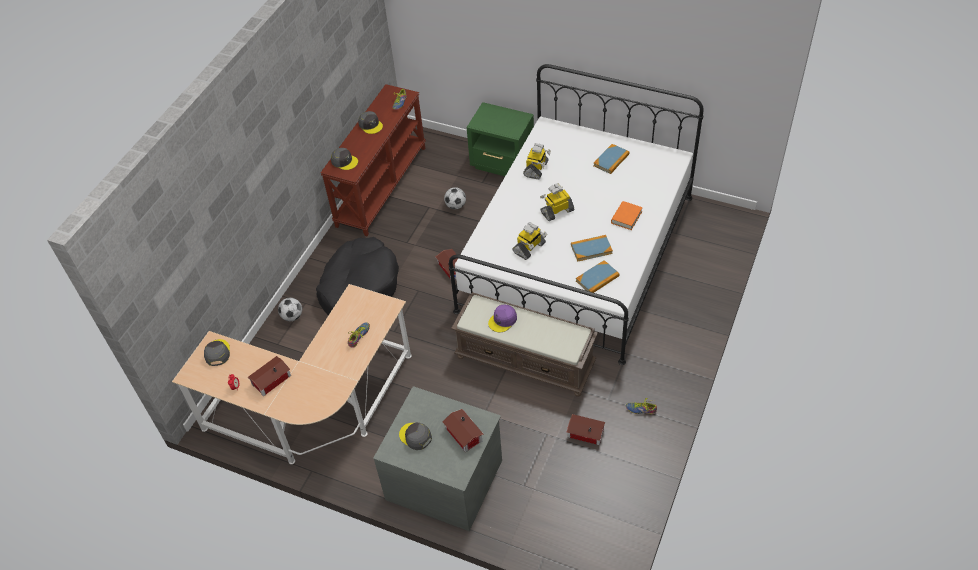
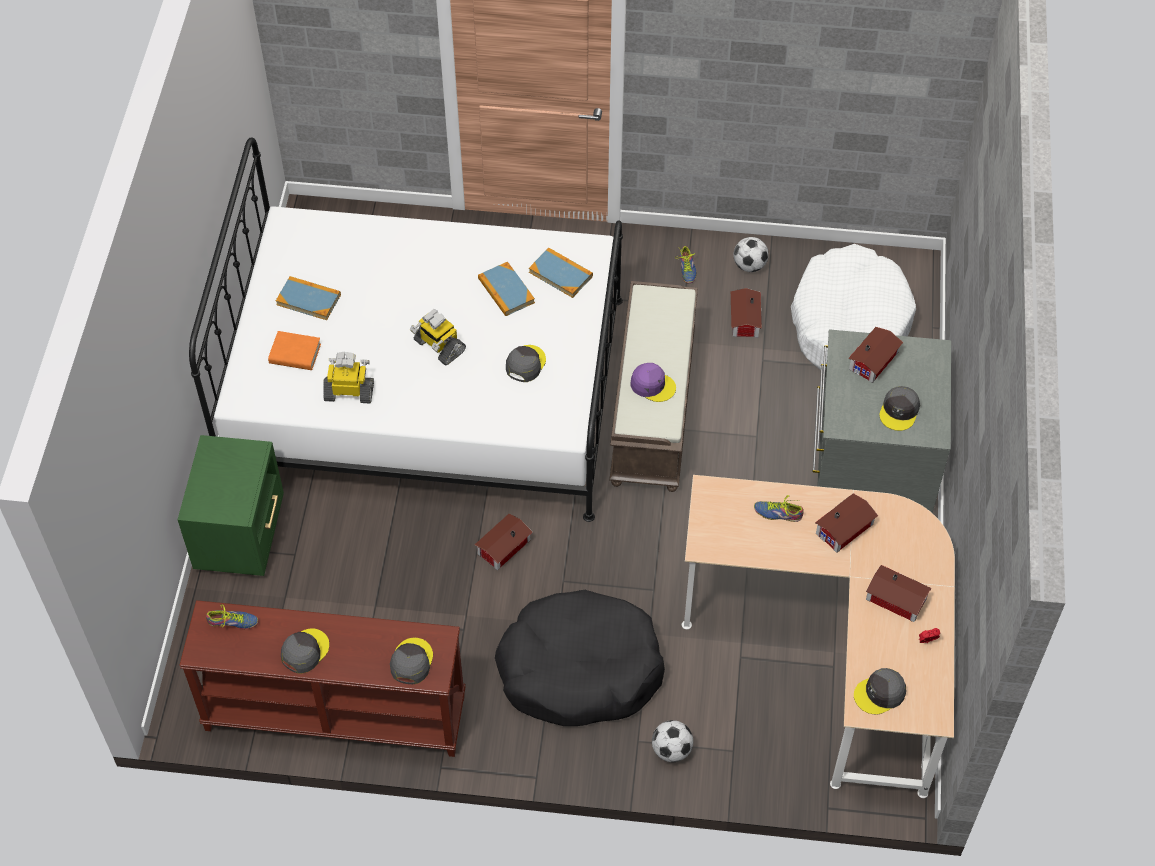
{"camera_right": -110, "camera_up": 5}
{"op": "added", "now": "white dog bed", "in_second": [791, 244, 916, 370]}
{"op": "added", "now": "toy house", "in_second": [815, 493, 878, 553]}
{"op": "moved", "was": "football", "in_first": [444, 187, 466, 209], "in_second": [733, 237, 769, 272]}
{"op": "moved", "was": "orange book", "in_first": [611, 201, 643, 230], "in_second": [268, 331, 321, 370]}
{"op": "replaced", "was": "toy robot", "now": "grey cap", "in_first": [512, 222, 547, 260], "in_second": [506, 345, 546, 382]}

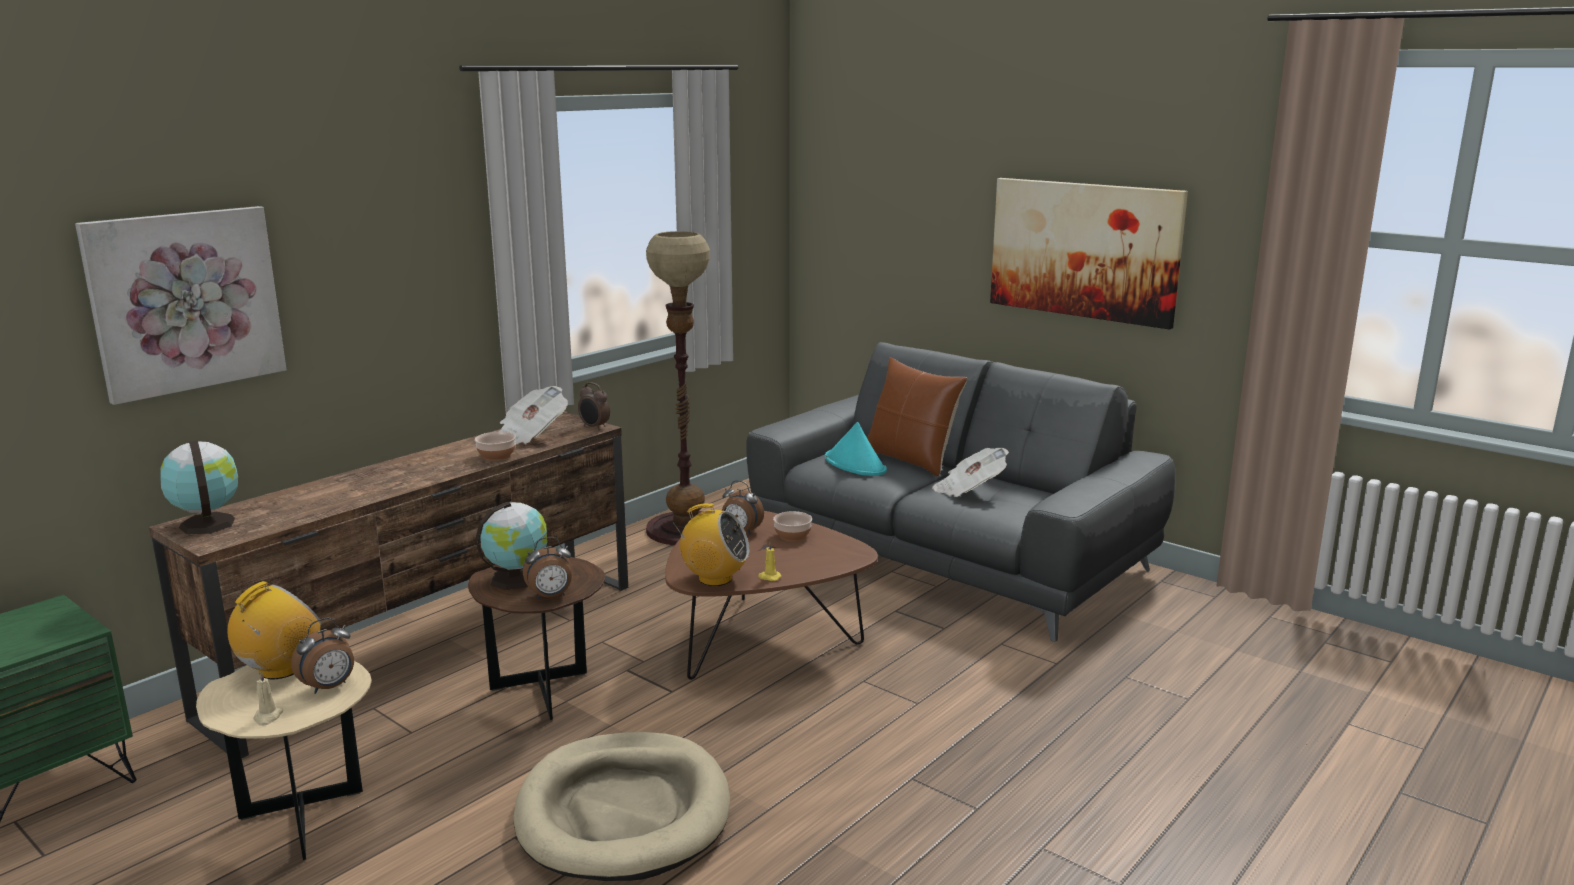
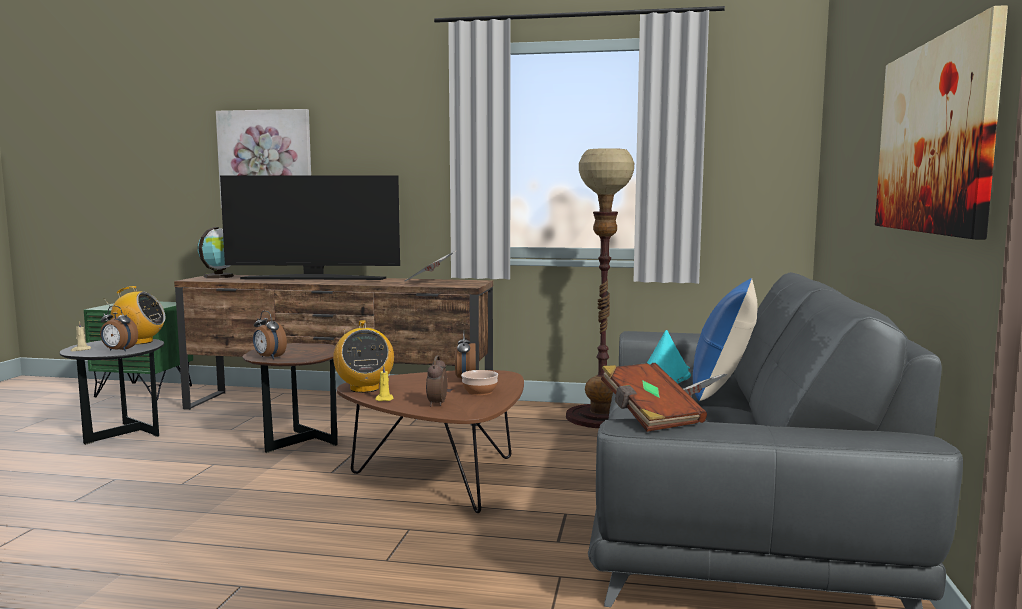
{"camera_right": 60, "camera_up": -10}
{"op": "removed", "was": "bowl", "in_first": [475, 432, 516, 461]}
{"op": "removed", "was": "globe", "in_first": [475, 501, 547, 590]}
{"op": "removed", "was": "beige dog bed", "in_first": [514, 732, 730, 881]}
{"op": "added", "now": "television", "in_second": [220, 176, 400, 280]}
{"op": "added", "now": "brown book", "in_second": [601, 363, 707, 432]}
{"op": "moved", "was": "alarm clock", "in_first": [578, 382, 610, 430], "in_second": [426, 355, 447, 407]}
{"op": "recoloured", "was": "beige side table", "now": "black side table", "in_first": [196, 661, 372, 861], "in_second": [60, 339, 164, 445]}
{"op": "recoloured", "was": "brown pillow", "now": "blue pillow", "in_first": [867, 357, 967, 476], "in_second": [693, 278, 758, 401]}

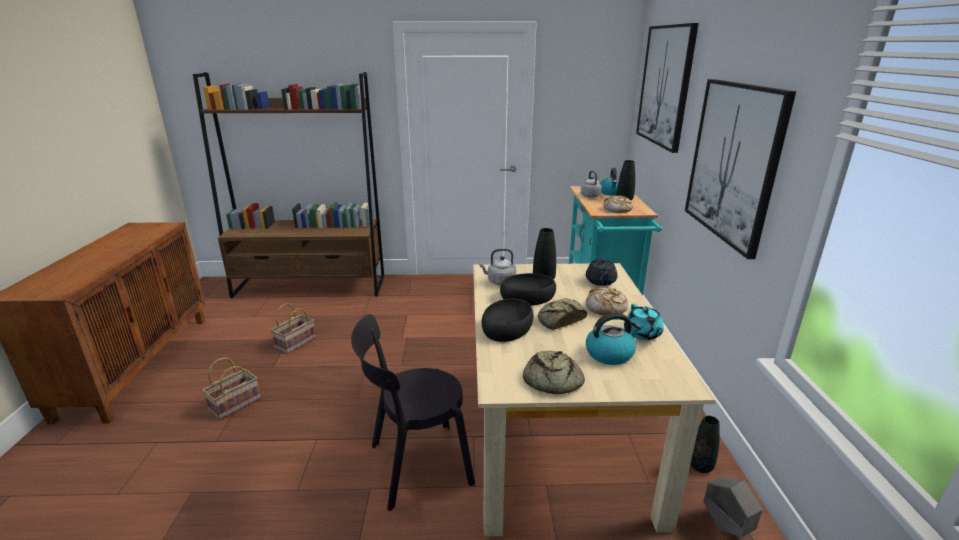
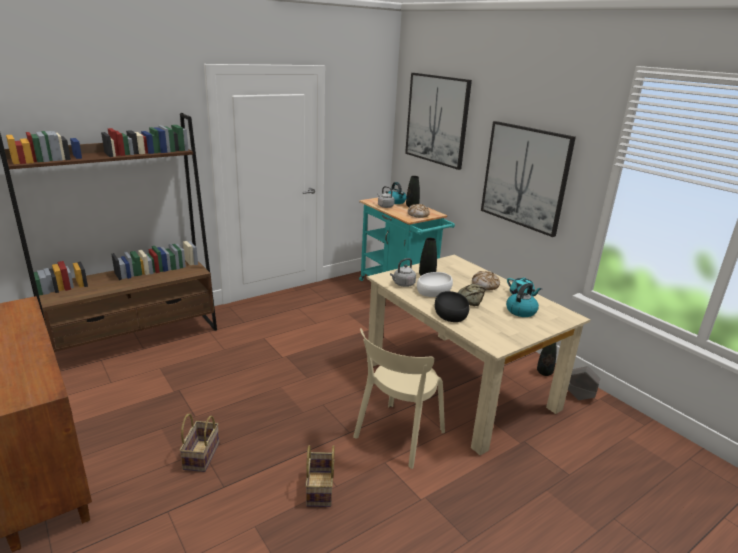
{"camera_right": -35, "camera_up": 0}
{"op": "removed", "was": "bread", "in_first": [523, 351, 585, 394]}
{"op": "removed", "was": "black teapot", "in_first": [586, 258, 617, 286]}
{"op": "moved", "was": "basket", "in_first": [271, 303, 316, 354], "in_second": [305, 445, 335, 507]}
{"op": "recoloured", "was": "black chair", "now": "beige chair", "in_first": [351, 314, 475, 511], "in_second": [353, 328, 445, 469]}
{"op": "recoloured", "was": "black bowl", "now": "white bowl", "in_first": [500, 273, 556, 305], "in_second": [417, 272, 453, 297]}

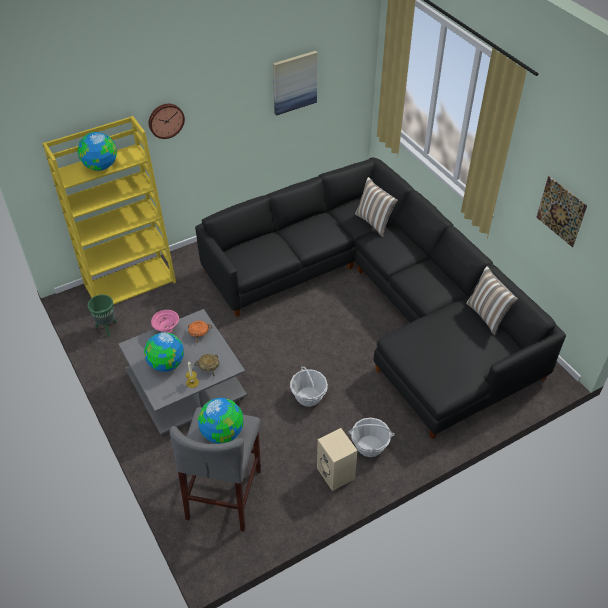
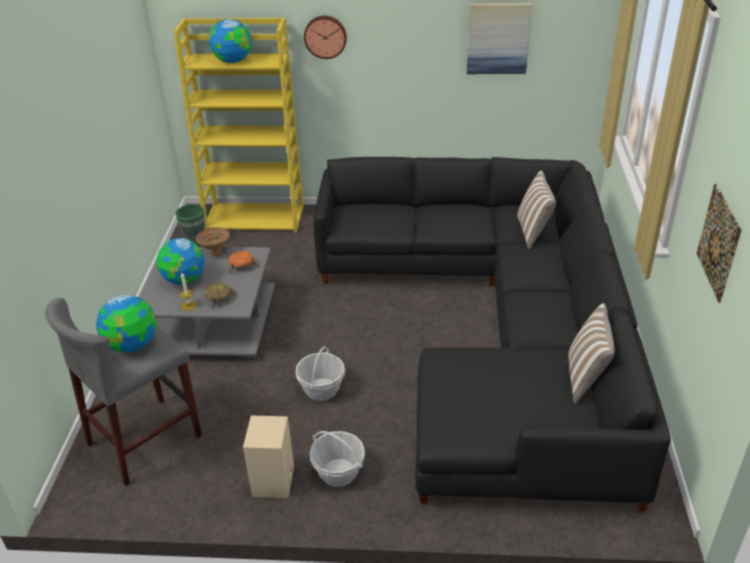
{"camera_right": 35, "camera_up": -10}
{"op": "recoloured", "was": "pink bowl", "now": "brown bowl", "in_first": [151, 310, 179, 333], "in_second": [196, 227, 230, 256]}

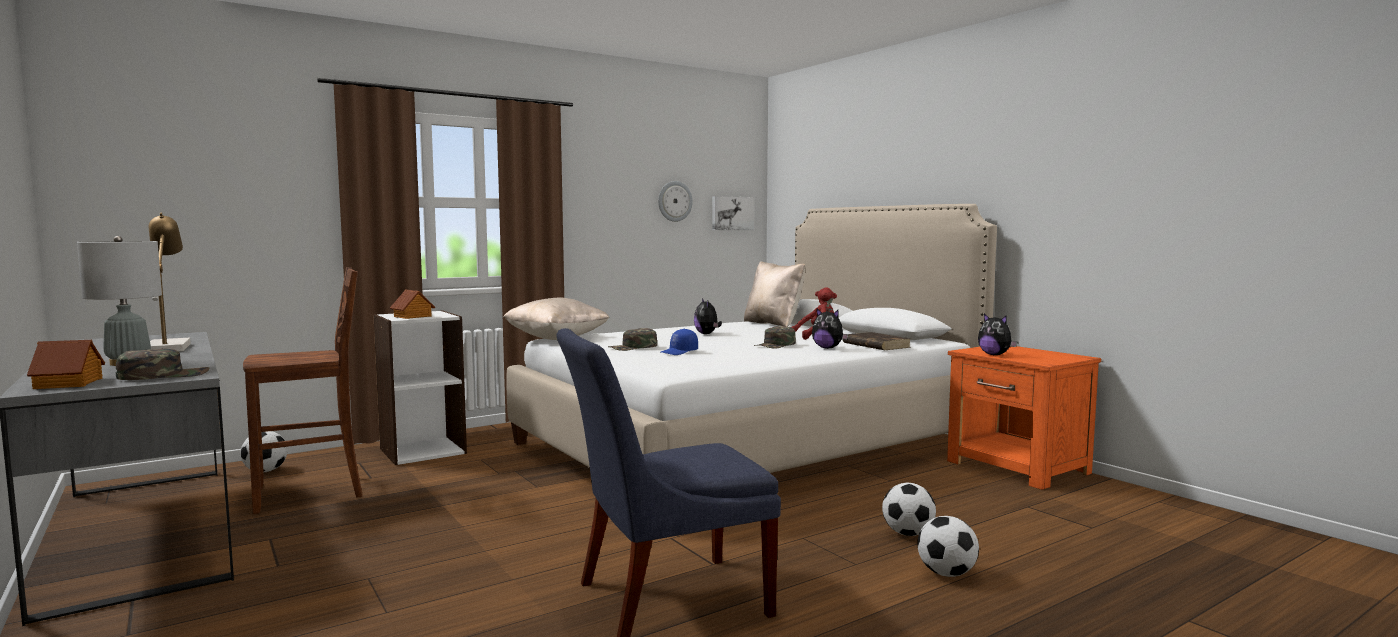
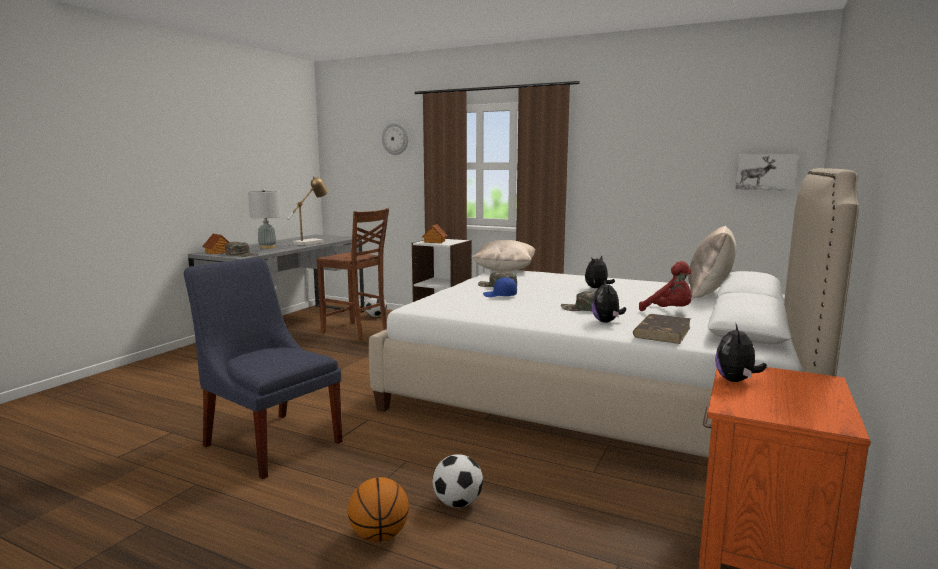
{"camera_right": 60, "camera_up": 5}
{"op": "moved", "was": "wall clock", "in_first": [658, 181, 693, 222], "in_second": [382, 123, 408, 155]}
{"op": "replaced", "was": "football", "now": "basketball", "in_first": [917, 516, 979, 577], "in_second": [348, 477, 409, 542]}

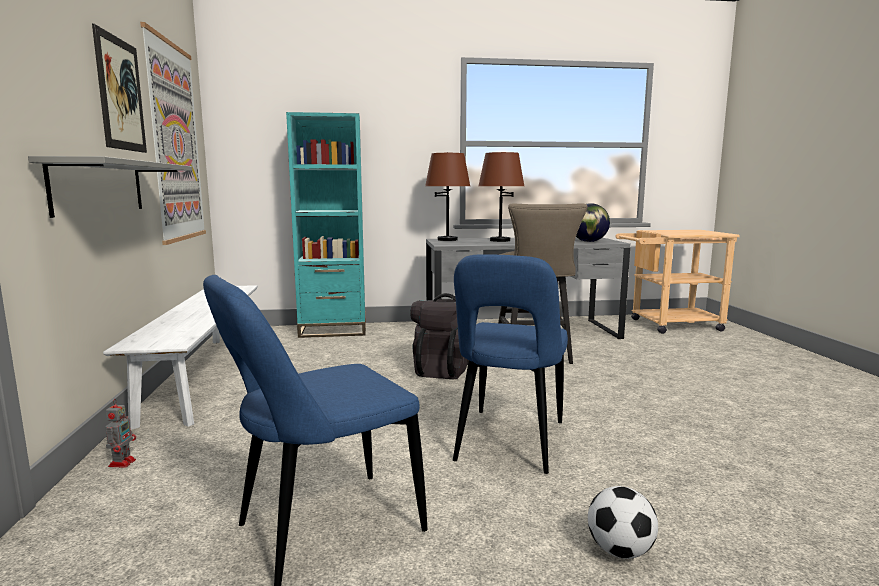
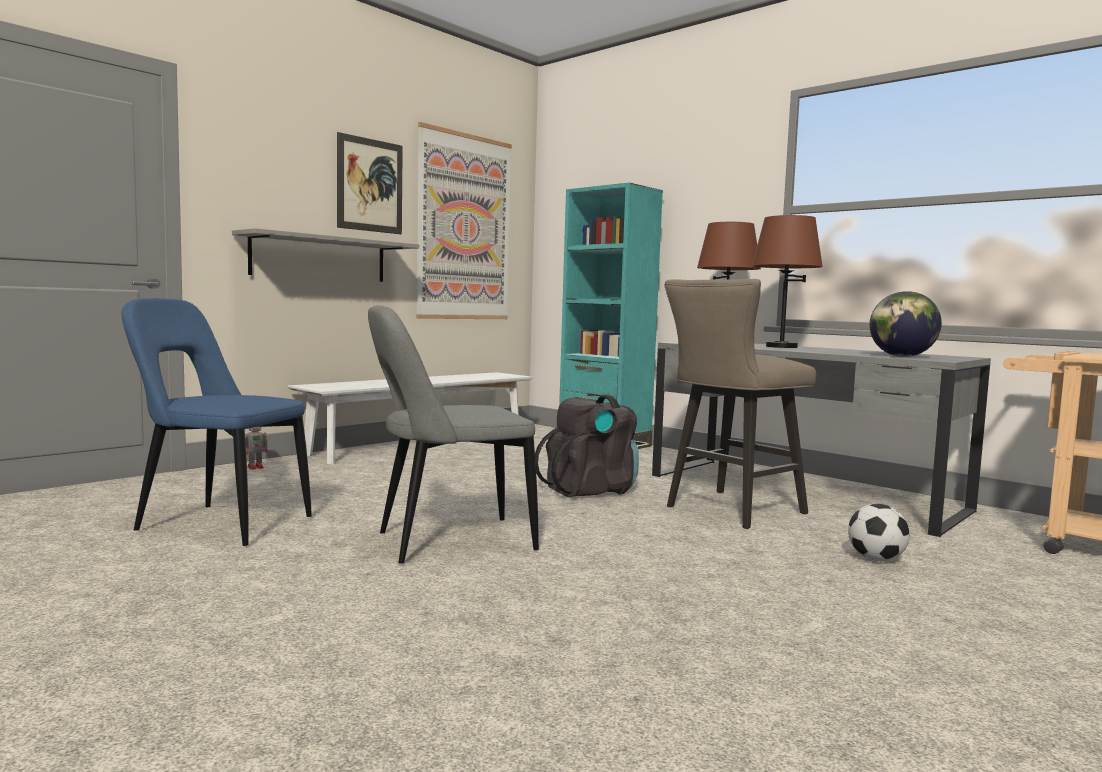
{"camera_right": 50, "camera_up": -5}
{"op": "moved", "was": "football", "in_first": [588, 486, 658, 559], "in_second": [848, 504, 910, 561]}
{"op": "recoloured", "was": "blue chair", "now": "grey chair", "in_first": [453, 255, 568, 474], "in_second": [368, 305, 539, 564]}

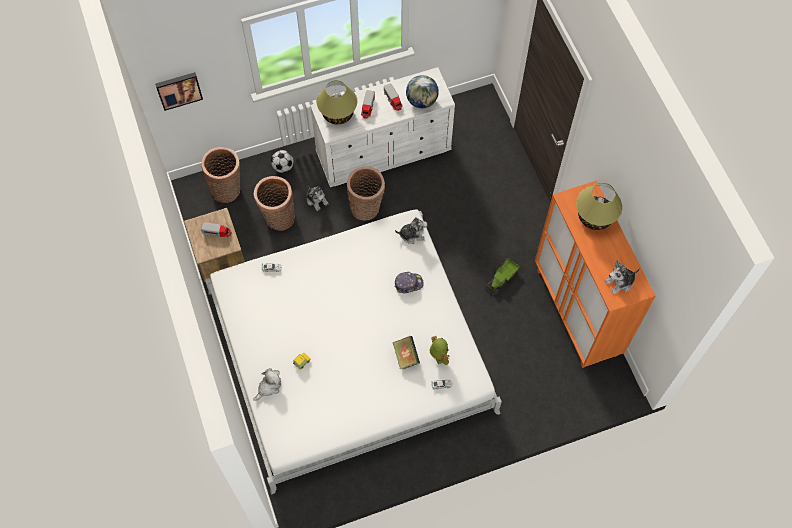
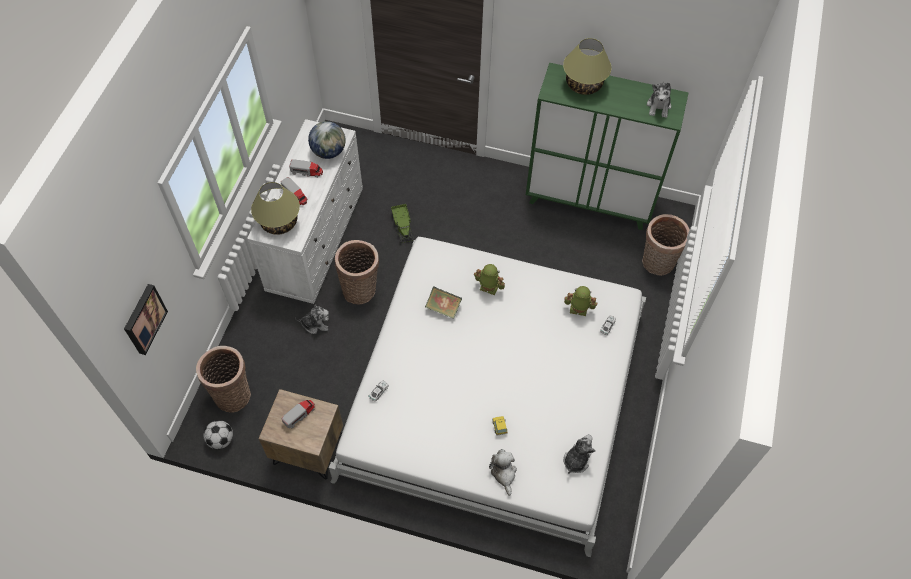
{"camera_right": -55, "camera_up": -5}
{"op": "moved", "was": "basket", "in_first": [254, 176, 295, 231], "in_second": [642, 214, 690, 276]}
{"op": "moved", "was": "football", "in_first": [271, 150, 294, 173], "in_second": [203, 420, 233, 449]}
{"op": "moved", "was": "book", "in_first": [393, 336, 420, 369], "in_second": [425, 286, 462, 319]}
{"op": "moved", "was": "plush toy", "in_first": [395, 217, 427, 244], "in_second": [563, 435, 596, 474]}
{"op": "moved", "was": "toy truck", "in_first": [486, 258, 520, 295], "in_second": [391, 204, 414, 243]}
{"op": "replaced", "was": "cap", "now": "toy robot", "in_first": [394, 272, 424, 293], "in_second": [474, 264, 505, 295]}
{"op": "recoloured", "was": "orange cabinet", "now": "green cabinet", "in_first": [535, 180, 656, 368], "in_second": [526, 63, 689, 230]}

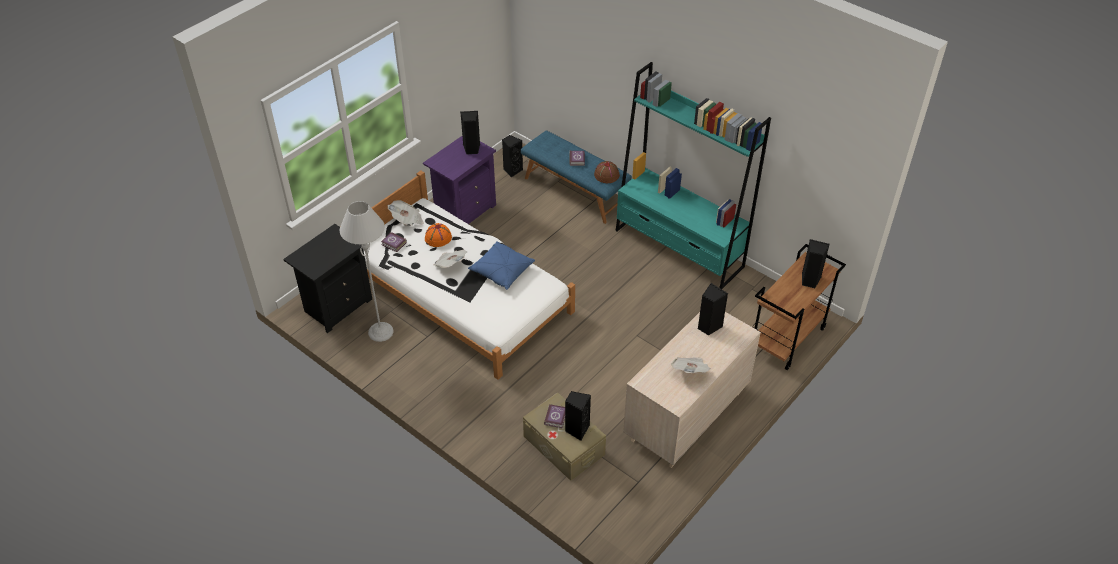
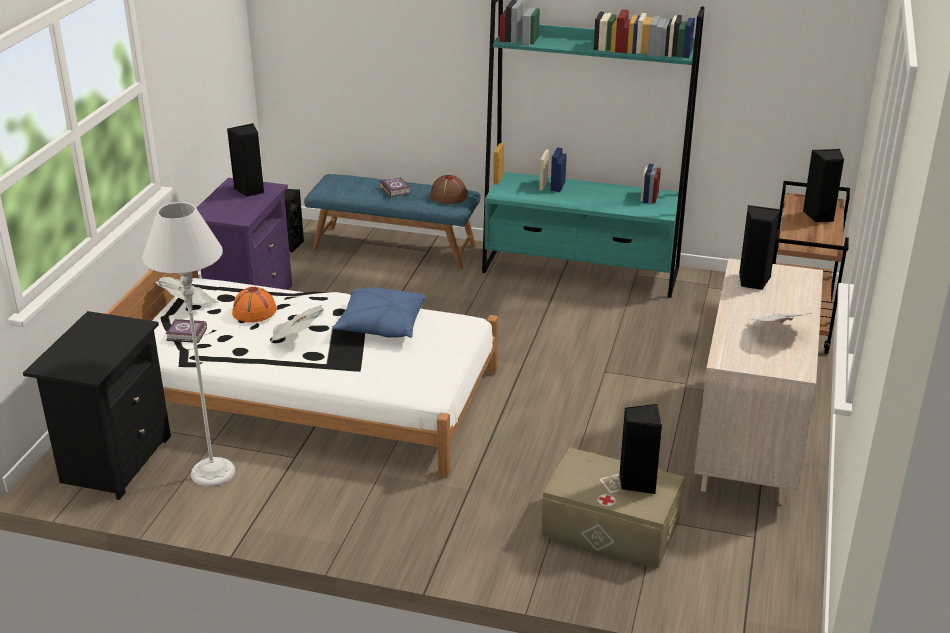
{"camera_right": -25, "camera_up": -15}
{"op": "removed", "was": "book", "in_first": [544, 404, 565, 428]}

